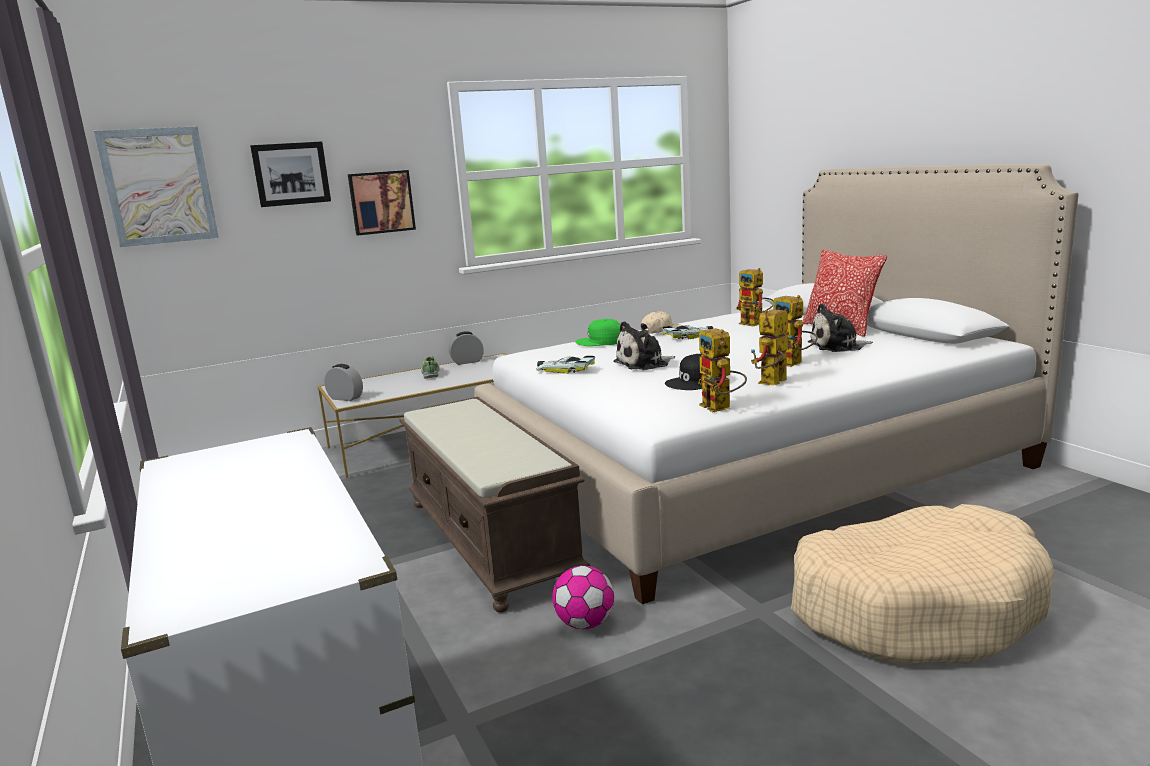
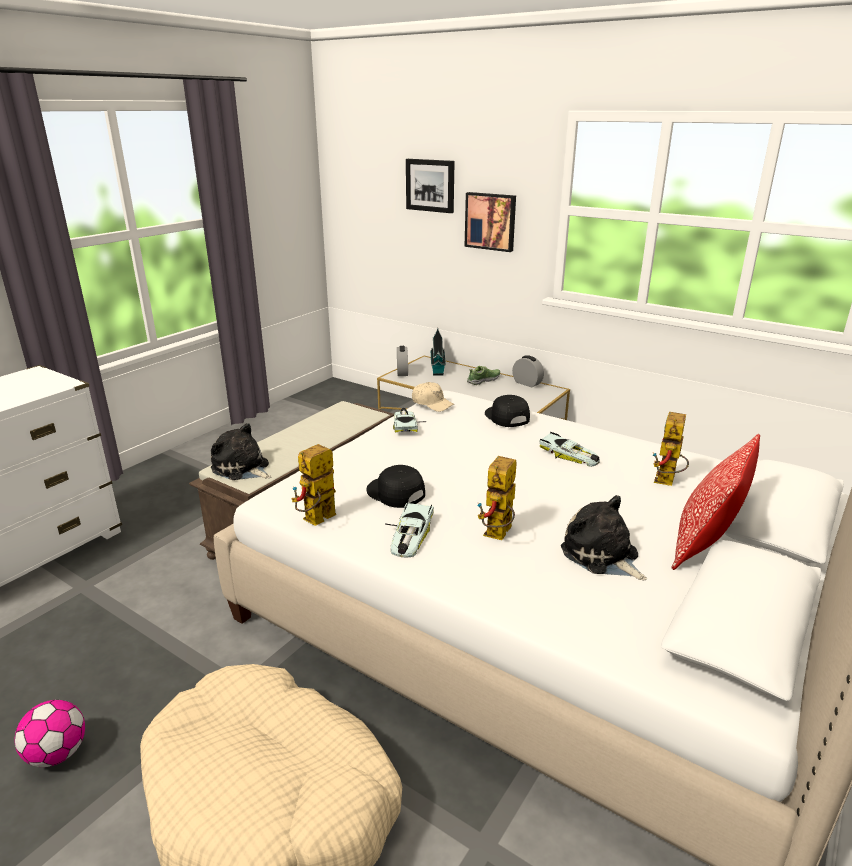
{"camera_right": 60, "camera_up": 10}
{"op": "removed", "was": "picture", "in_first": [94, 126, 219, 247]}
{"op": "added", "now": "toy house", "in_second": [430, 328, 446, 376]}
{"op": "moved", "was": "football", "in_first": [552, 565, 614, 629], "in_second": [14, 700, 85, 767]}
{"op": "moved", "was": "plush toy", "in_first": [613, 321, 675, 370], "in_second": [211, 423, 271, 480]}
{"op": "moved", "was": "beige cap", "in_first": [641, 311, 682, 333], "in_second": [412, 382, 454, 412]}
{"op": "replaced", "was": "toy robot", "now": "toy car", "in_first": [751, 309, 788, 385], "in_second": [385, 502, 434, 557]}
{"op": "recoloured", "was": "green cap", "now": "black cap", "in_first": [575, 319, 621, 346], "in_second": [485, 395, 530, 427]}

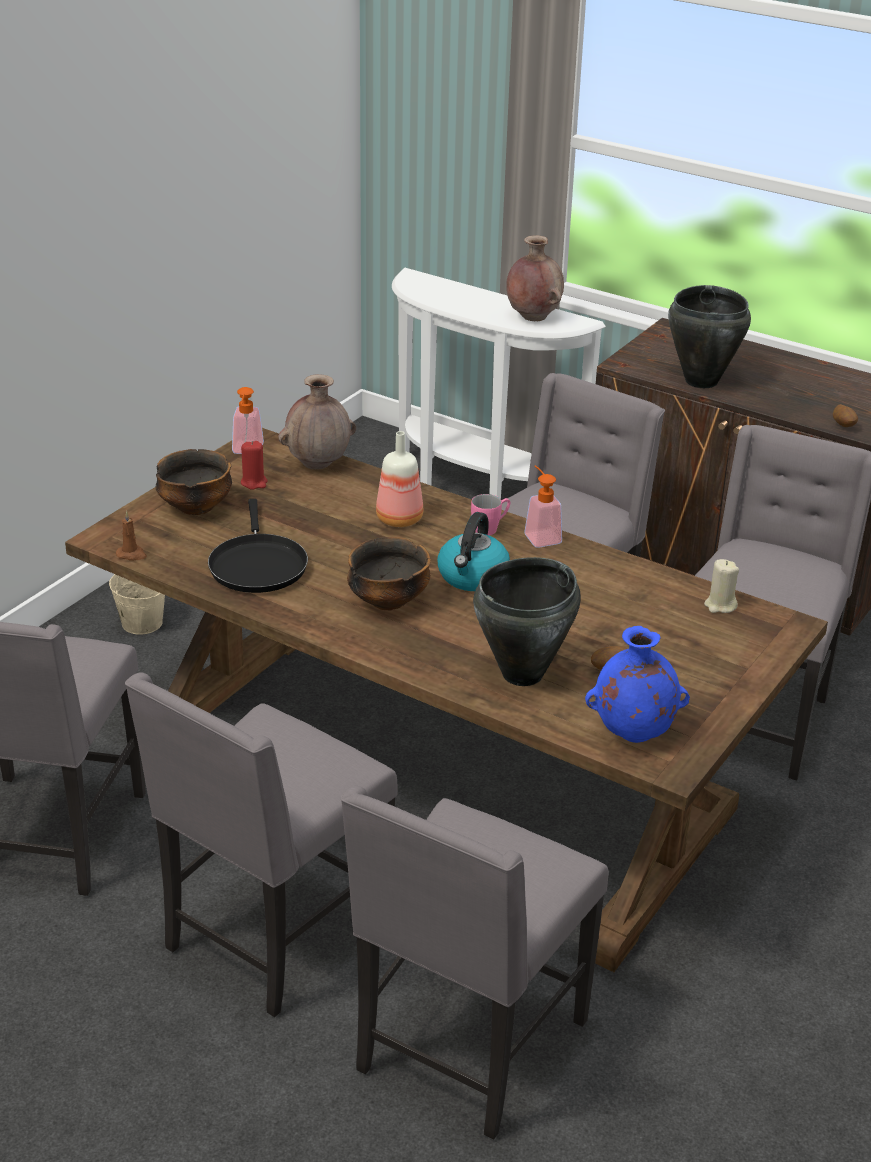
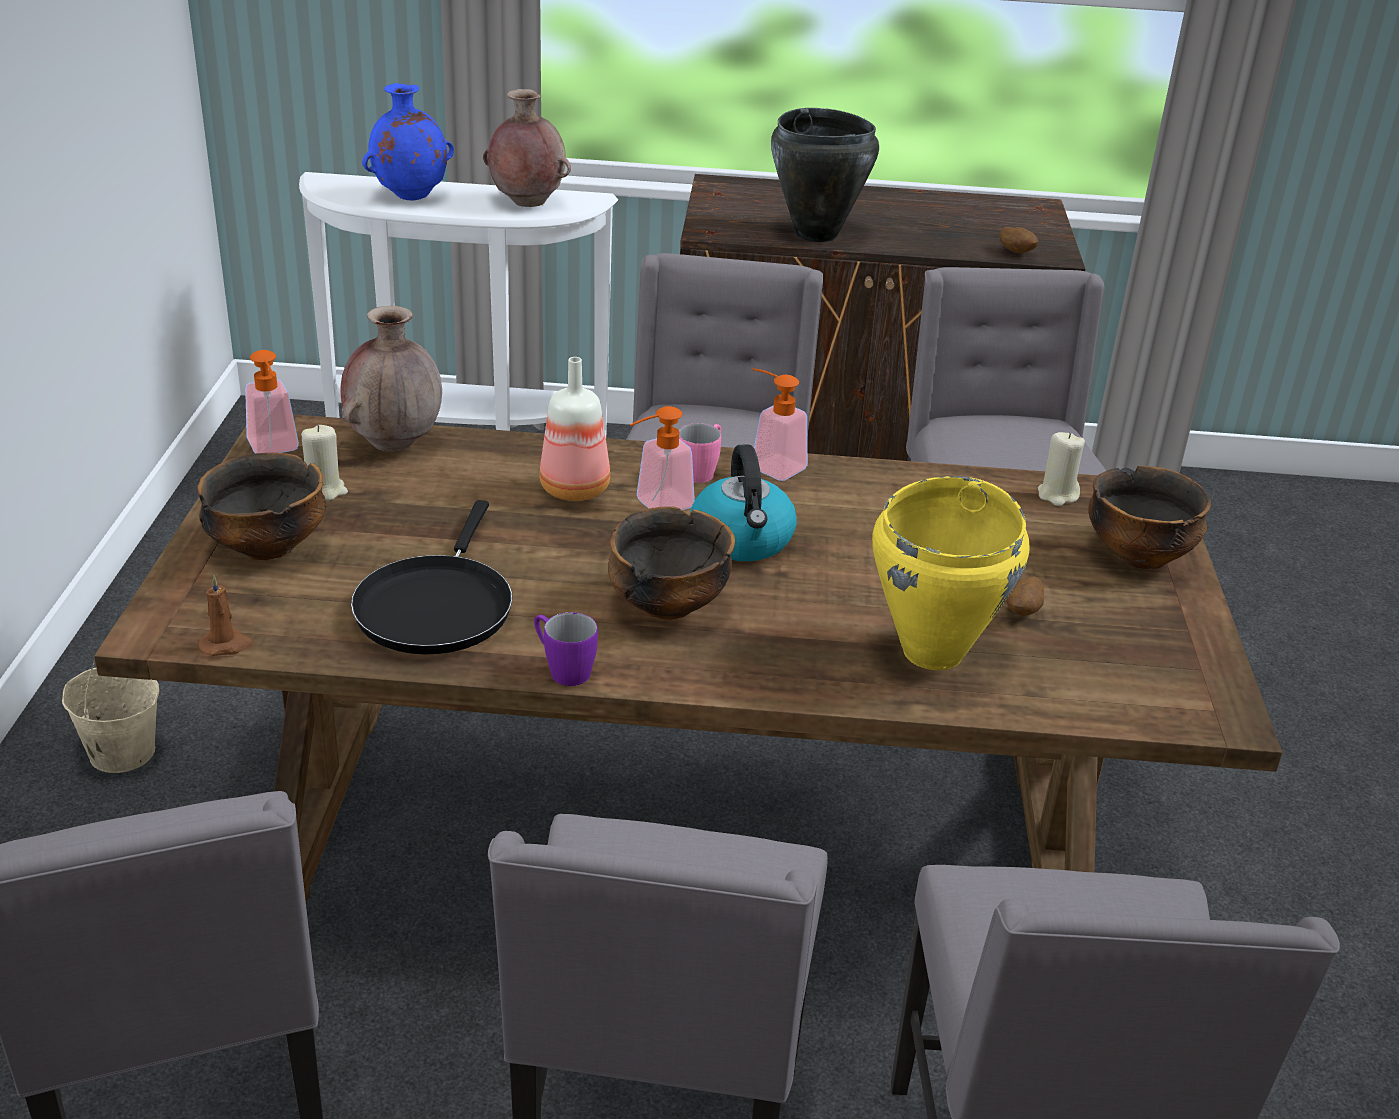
{"camera_right": -30, "camera_up": 0}
{"op": "added", "now": "purple mug", "in_second": [534, 612, 598, 686]}
{"op": "added", "now": "soap dispenser", "in_second": [630, 406, 695, 510]}
{"op": "added", "now": "bowl", "in_second": [1088, 466, 1211, 569]}
{"op": "moved", "was": "blue vase", "in_first": [585, 626, 690, 743], "in_second": [362, 83, 454, 201]}
{"op": "recoloured", "was": "red candle", "now": "beige candle", "in_first": [241, 441, 268, 490], "in_second": [301, 425, 348, 501]}
{"op": "recoloured", "was": "black cooking pot", "now": "yellow cooking pot", "in_first": [473, 557, 581, 686], "in_second": [872, 476, 1030, 670]}
{"op": "turned", "was": "black frying pan", "in_first": [208, 499, 308, 593], "in_second": [351, 500, 512, 654], "clockwise": 45}

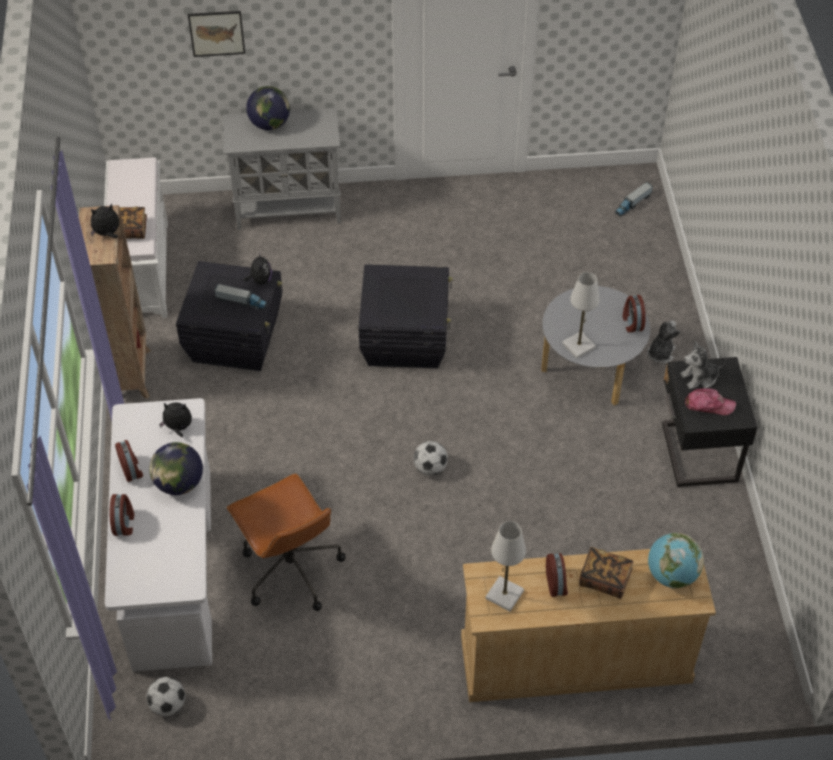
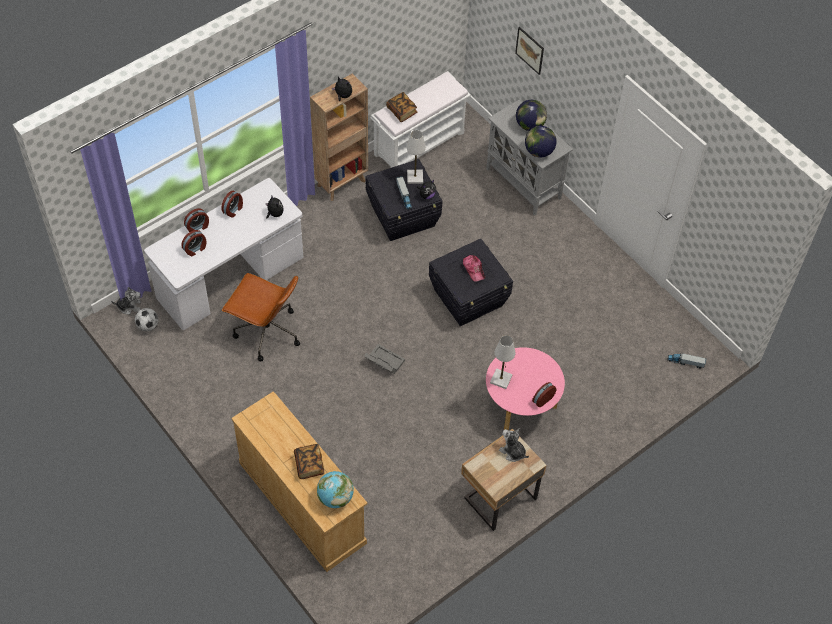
{"camera_right": 55, "camera_up": 5}
{"op": "moved", "was": "globe", "in_first": [149, 442, 203, 495], "in_second": [525, 126, 557, 158]}
{"op": "moved", "was": "white table lamp", "in_first": [485, 521, 526, 612], "in_second": [407, 130, 426, 184]}
{"op": "moved", "was": "alarm clock", "in_first": [546, 553, 568, 597], "in_second": [181, 230, 206, 256]}
{"op": "moved", "was": "plush toy", "in_first": [647, 320, 681, 364], "in_second": [111, 287, 141, 315]}
{"op": "moved", "was": "cap", "in_first": [685, 388, 736, 415], "in_second": [463, 255, 485, 282]}
{"op": "replaced", "was": "football", "now": "grey storage box", "in_first": [413, 441, 448, 476], "in_second": [364, 344, 405, 374]}
{"op": "recoloured", "was": "grey coffee table", "now": "pink coffee table", "in_first": [541, 286, 650, 406], "in_second": [486, 347, 565, 430]}
{"op": "recoloured", "was": "black nightstand", "now": "beige nightstand", "in_first": [662, 357, 758, 487], "in_second": [461, 429, 547, 531]}
{"op": "turned", "was": "brown office chair", "in_first": [227, 473, 345, 611], "in_second": [222, 273, 300, 361], "clockwise": -90}

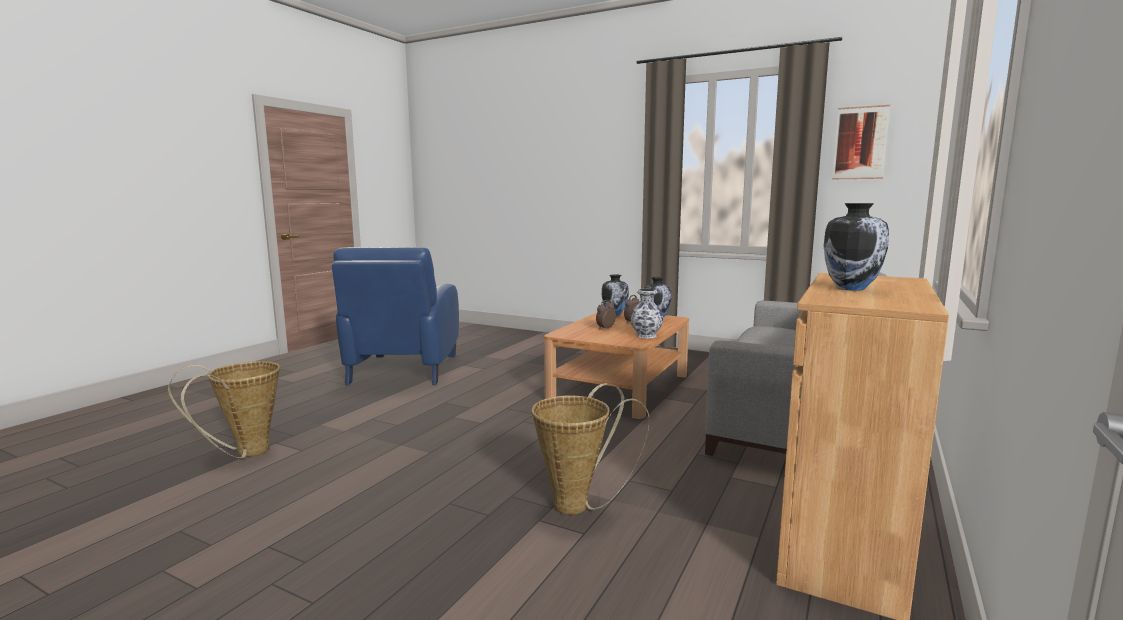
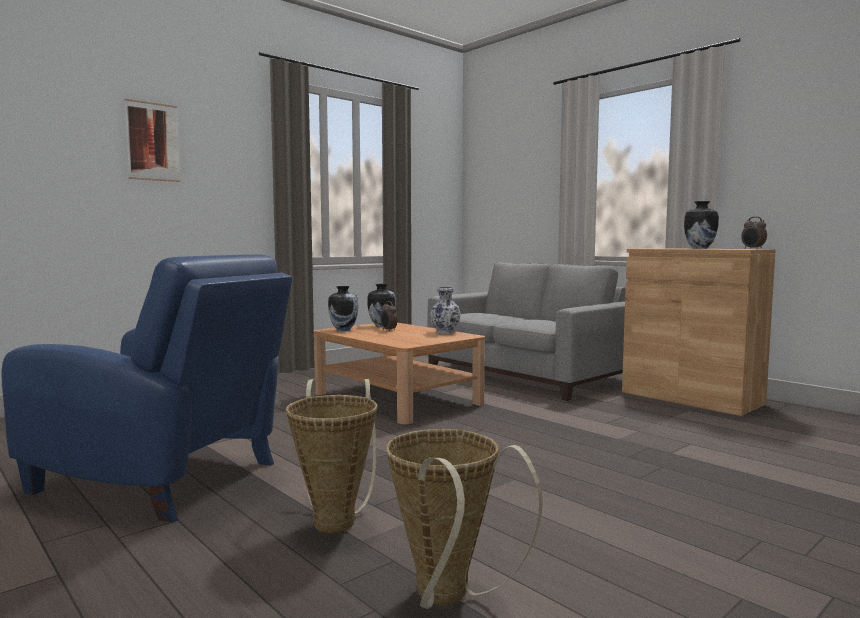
{"camera_right": -70, "camera_up": -5}
{"op": "moved", "was": "basket", "in_first": [532, 383, 650, 515], "in_second": [286, 379, 377, 533]}
{"op": "moved", "was": "alarm clock", "in_first": [596, 300, 616, 330], "in_second": [741, 217, 767, 249]}
{"op": "moved", "was": "picture", "in_first": [832, 105, 890, 179], "in_second": [125, 99, 181, 182]}

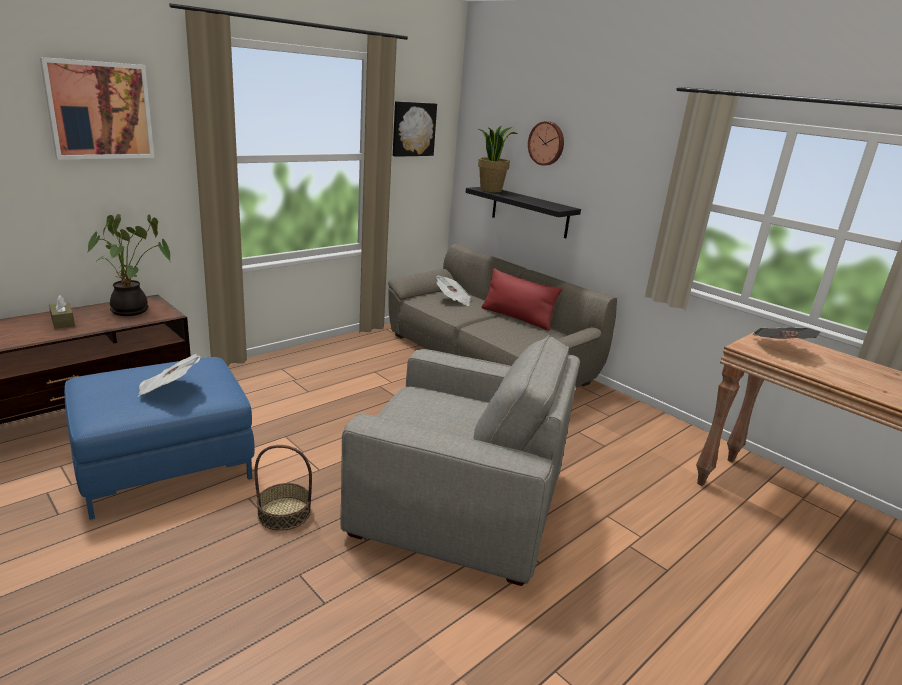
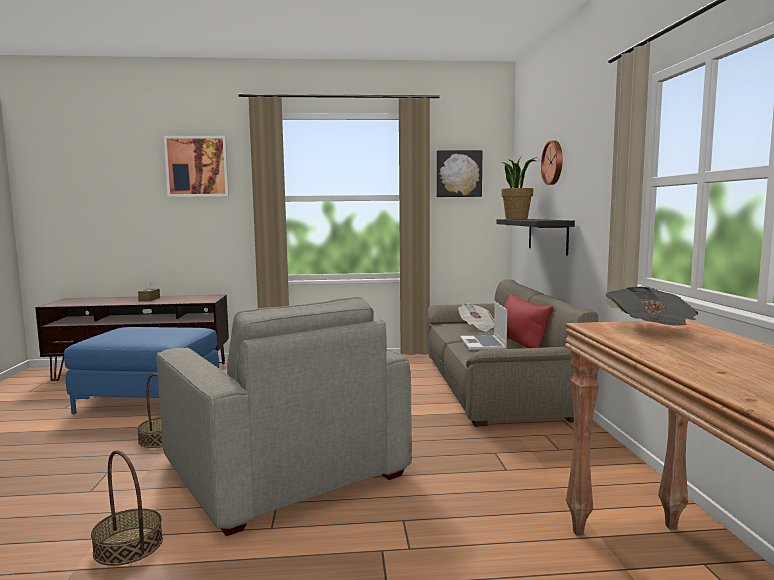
{"camera_right": 40, "camera_up": -15}
{"op": "removed", "was": "potted plant", "in_first": [87, 214, 170, 316]}
{"op": "removed", "was": "newspaper", "in_first": [138, 354, 201, 397]}
{"op": "added", "now": "basket", "in_second": [91, 450, 163, 566]}
{"op": "added", "now": "laptop", "in_second": [460, 302, 507, 350]}

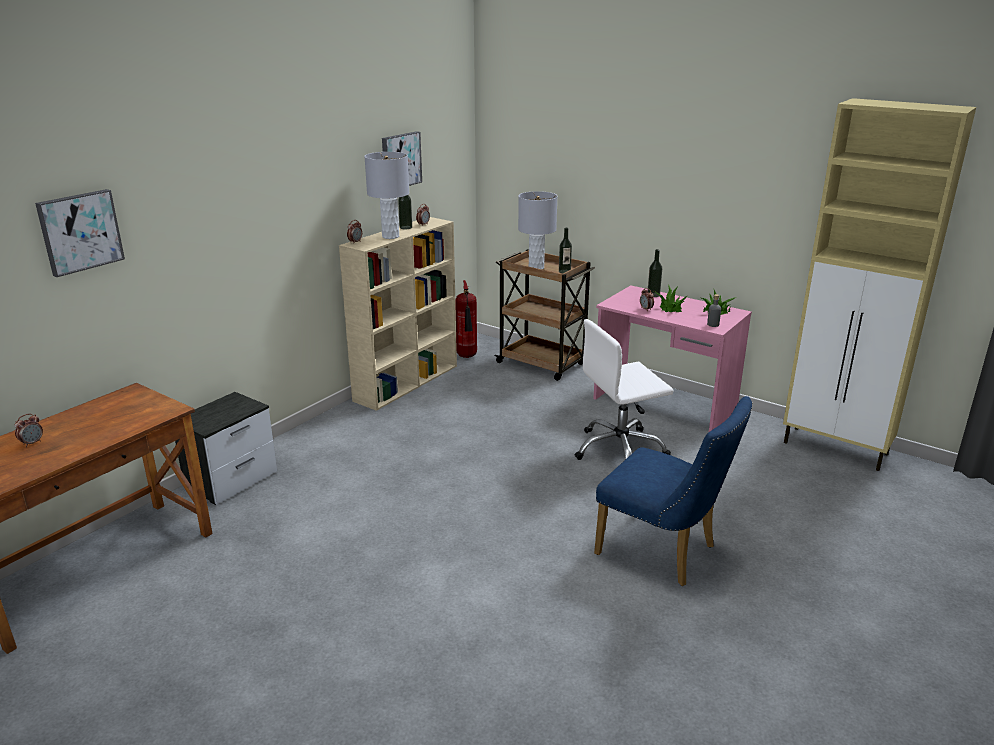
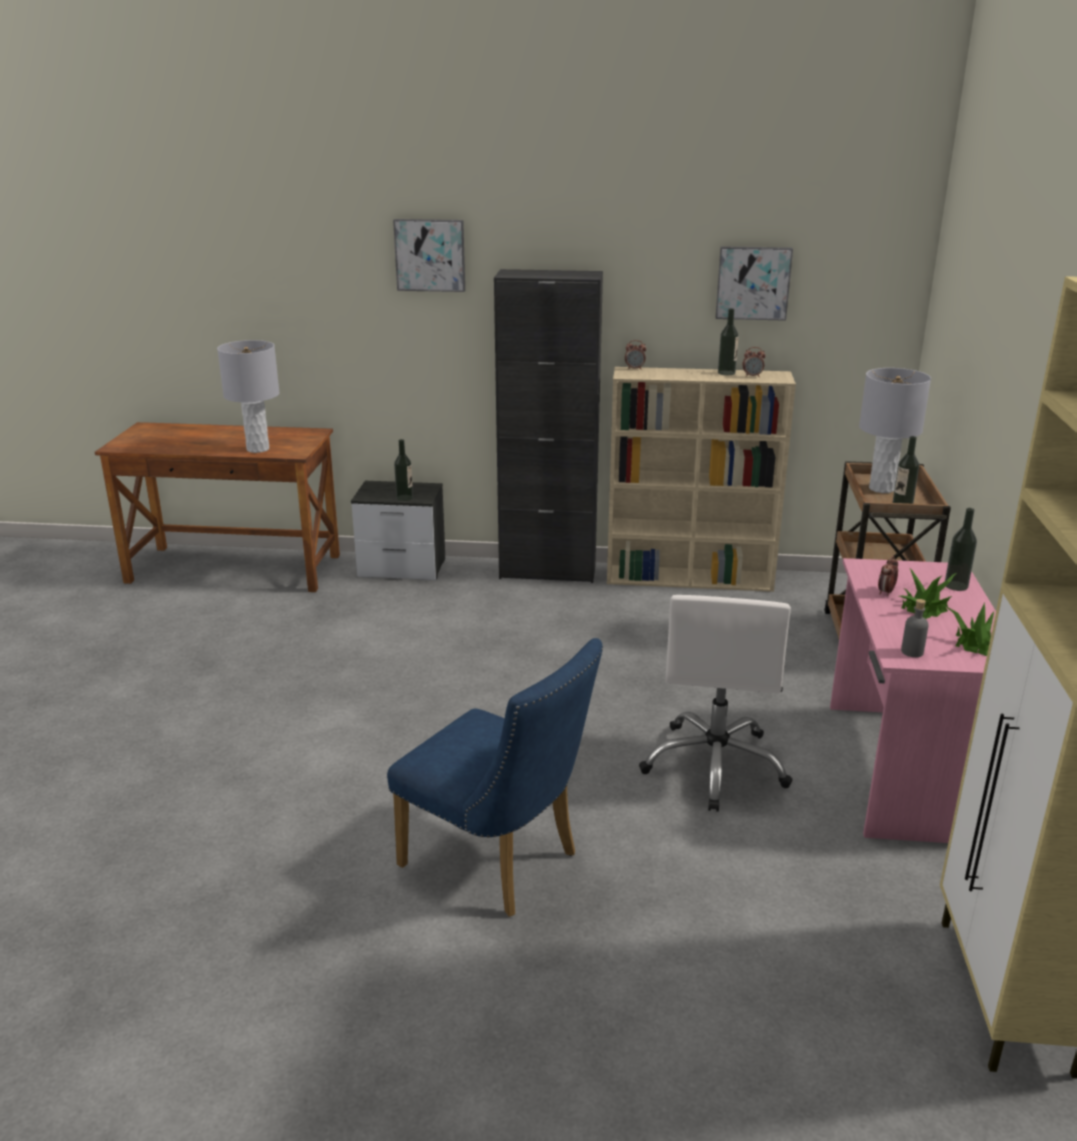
{"camera_right": 60, "camera_up": 0}
{"op": "removed", "was": "alarm clock", "in_first": [15, 414, 43, 447]}
{"op": "removed", "was": "fire extinguisher", "in_first": [455, 280, 477, 358]}
{"op": "added", "now": "bottle", "in_second": [394, 439, 413, 501]}
{"op": "added", "now": "black cabinet", "in_second": [494, 269, 603, 583]}
{"op": "moved", "was": "picture", "in_first": [35, 189, 125, 277], "in_second": [393, 219, 465, 292]}
{"op": "moved", "was": "grey table lamp", "in_first": [364, 152, 409, 239], "in_second": [217, 340, 280, 453]}
{"op": "turned", "was": "white office chair", "in_first": [575, 319, 673, 460], "in_second": [639, 595, 793, 812], "clockwise": -120}
{"op": "turned", "was": "blue chair", "in_first": [594, 396, 752, 586], "in_second": [387, 638, 603, 917], "clockwise": -60}

